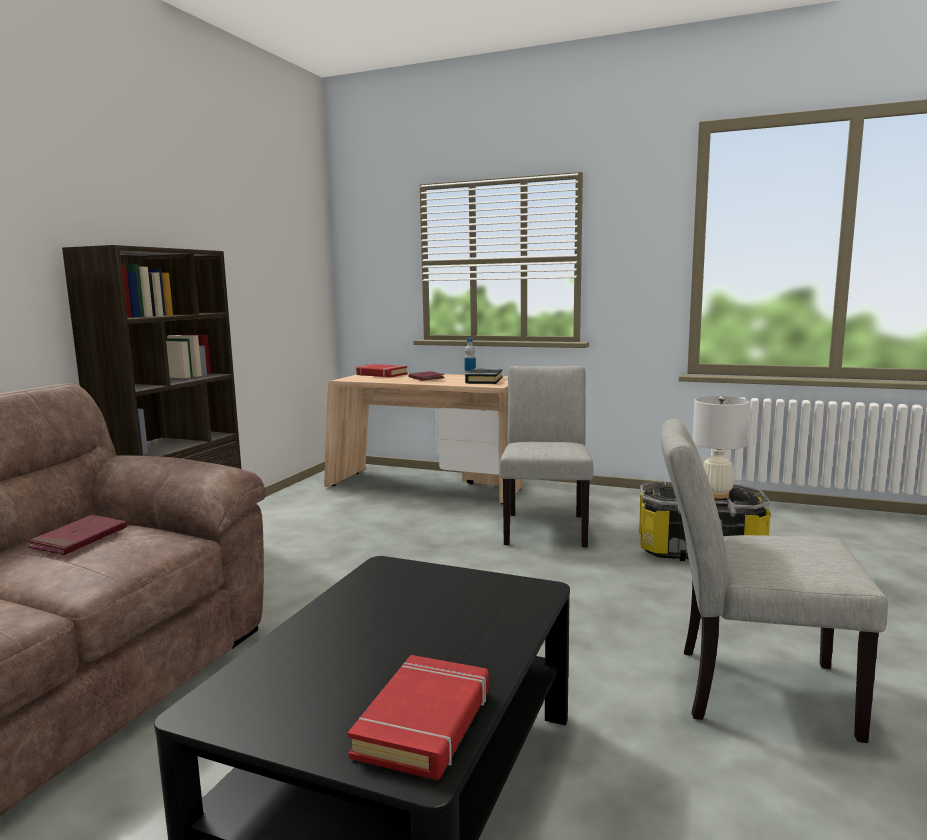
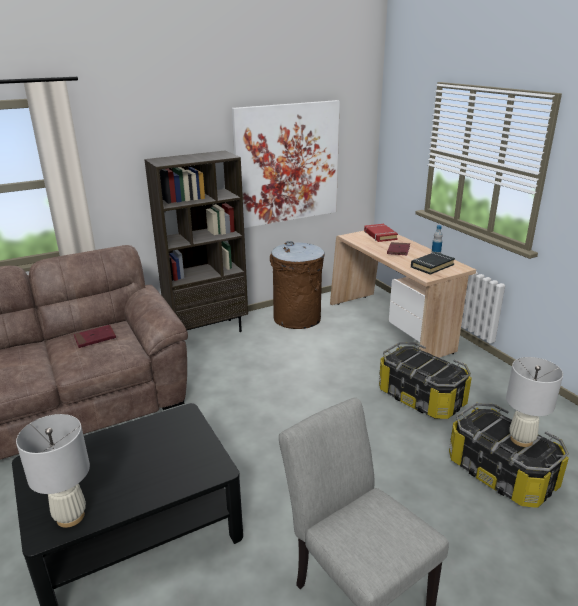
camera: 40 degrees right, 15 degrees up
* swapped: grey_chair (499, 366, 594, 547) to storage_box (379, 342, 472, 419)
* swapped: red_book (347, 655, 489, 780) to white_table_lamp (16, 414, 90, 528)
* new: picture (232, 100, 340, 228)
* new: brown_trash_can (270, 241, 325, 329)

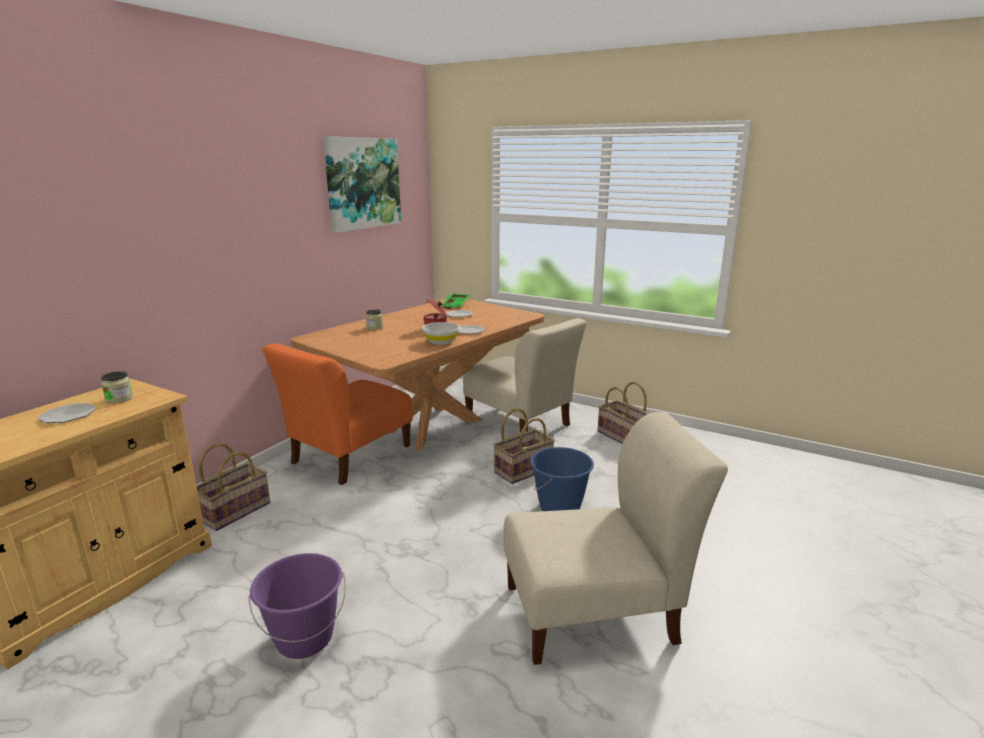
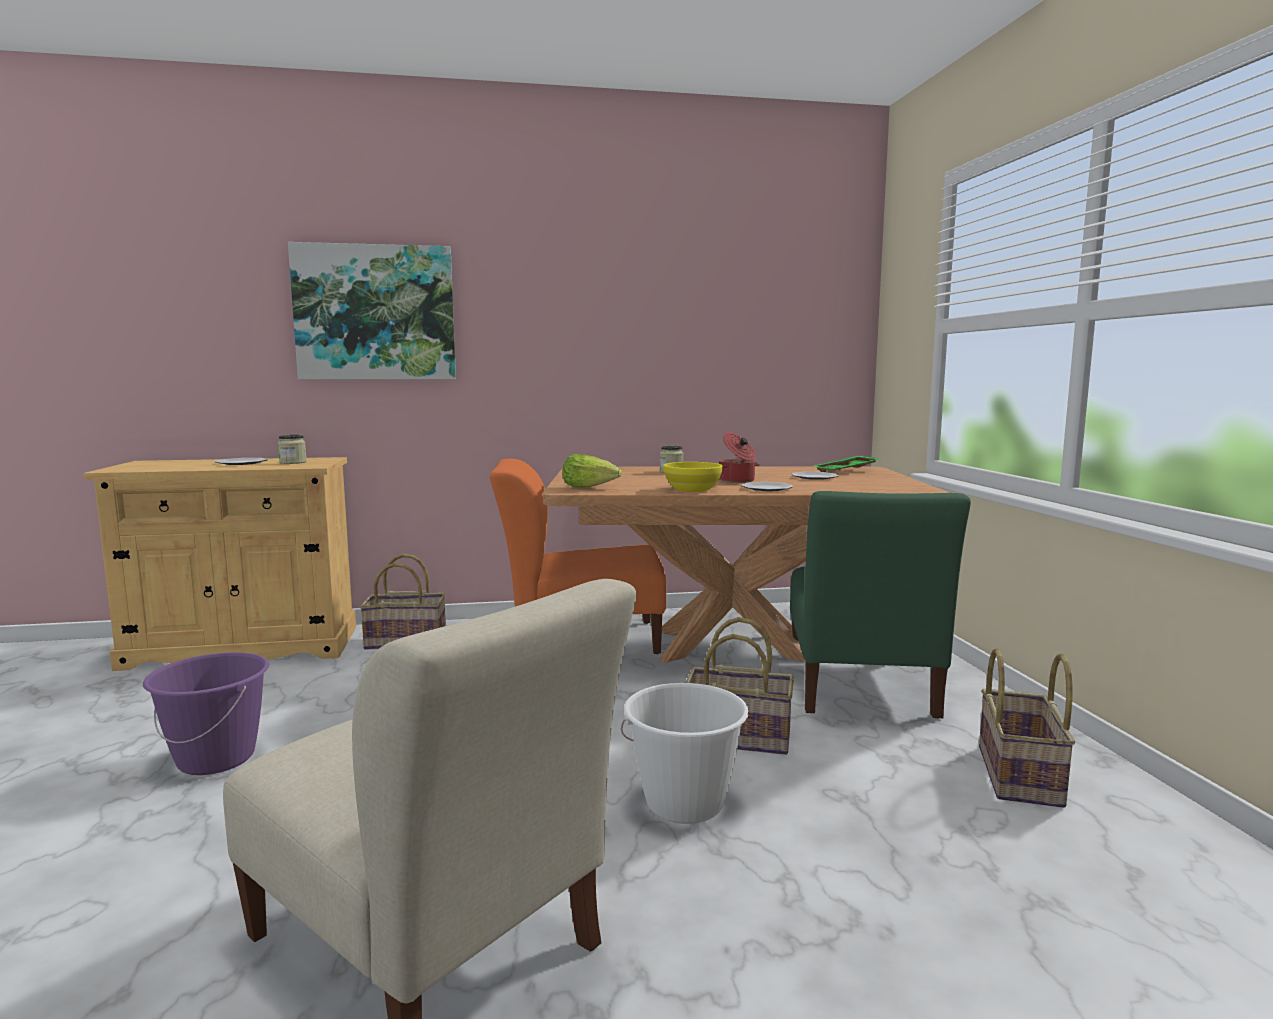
camera: 50 degrees right, 10 degrees down
* shifted: picture (323, 136, 401, 233) to (288, 242, 456, 379)
* repainted: beige_chair (463, 319, 587, 433) to green_chair (790, 491, 971, 719)
* repainted: white_bowl (422, 322, 459, 345) to yellow_bowl (663, 462, 723, 492)
* repainted: blue_bucket (530, 447, 594, 511) to white_bucket (621, 683, 749, 824)
* new: lettuce (562, 454, 622, 488)

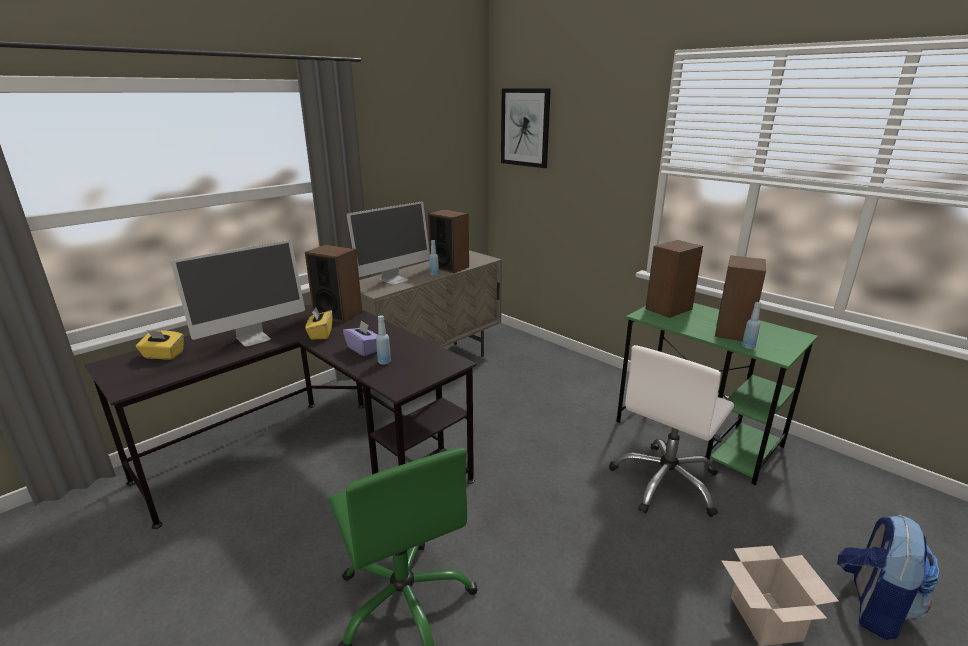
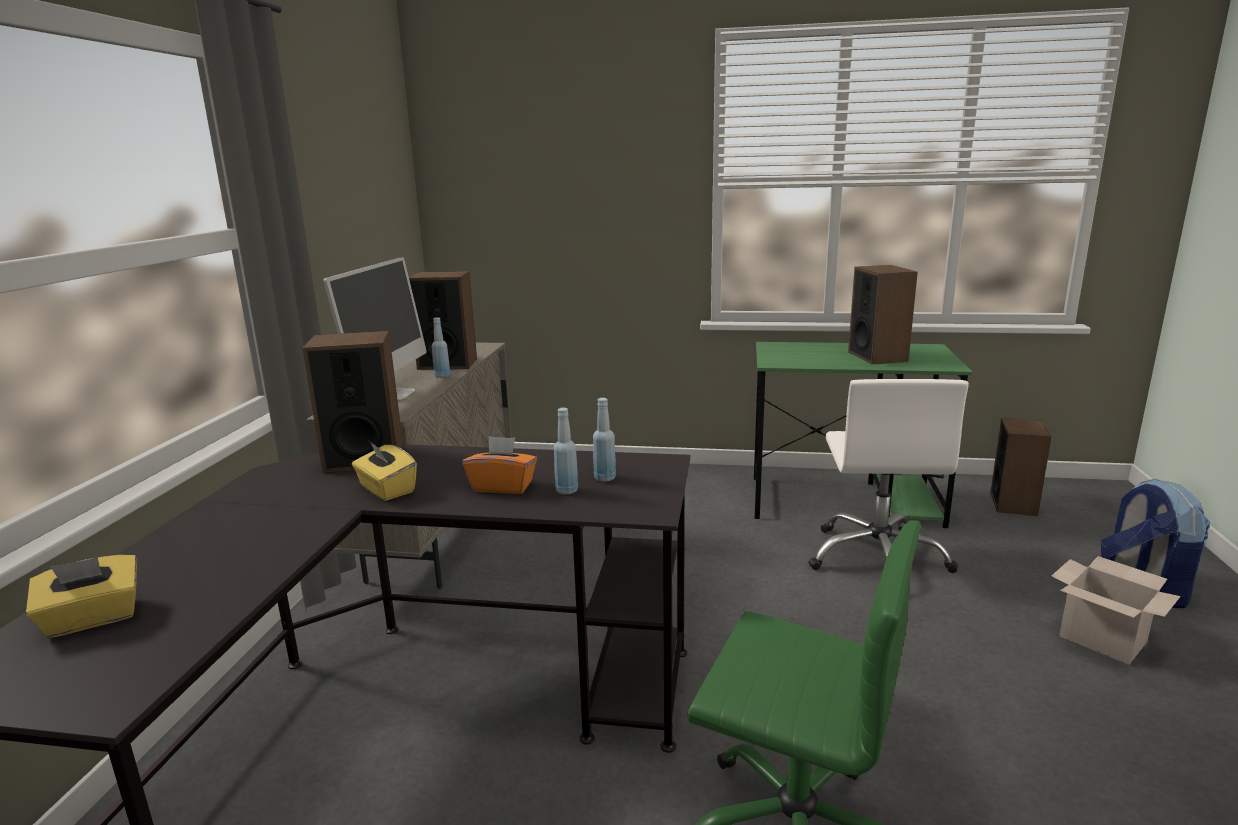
camera: 35 degrees left, 5 degrees down
* gone: picture (501, 88, 551, 168)
* gone: monitor (171, 240, 305, 347)
* shifted: speaker (646, 240, 703, 318) to (990, 418, 1051, 516)
* shifted: blue_bottle (742, 302, 761, 349) to (593, 398, 616, 482)
* repainted: purple_tissue_box (343, 321, 377, 356) to orange_tissue_box (463, 436, 537, 494)

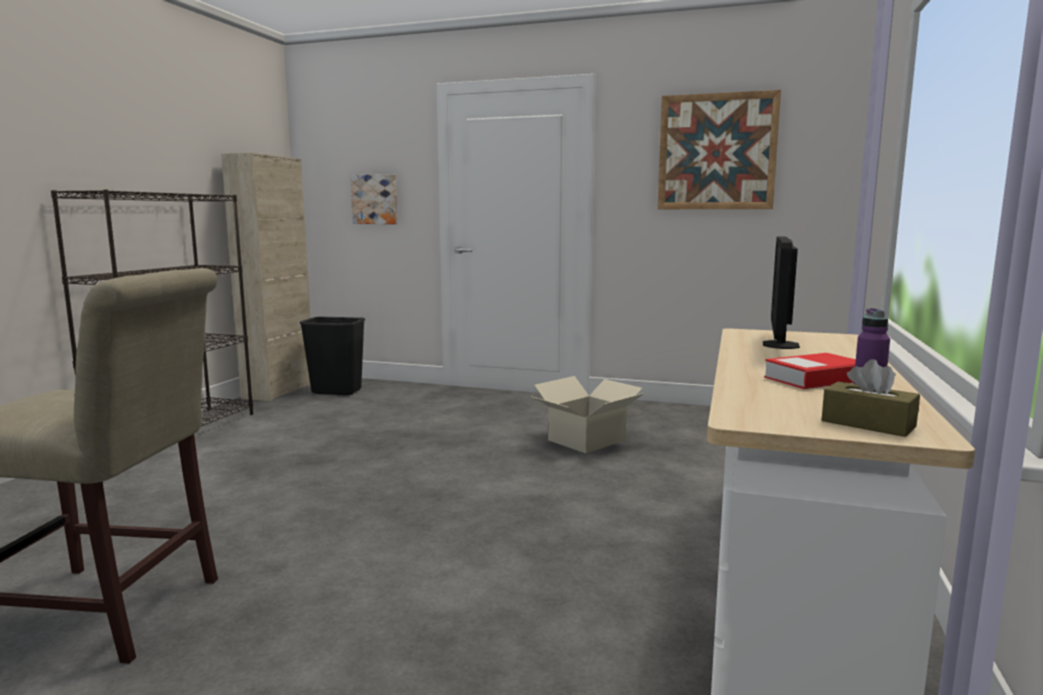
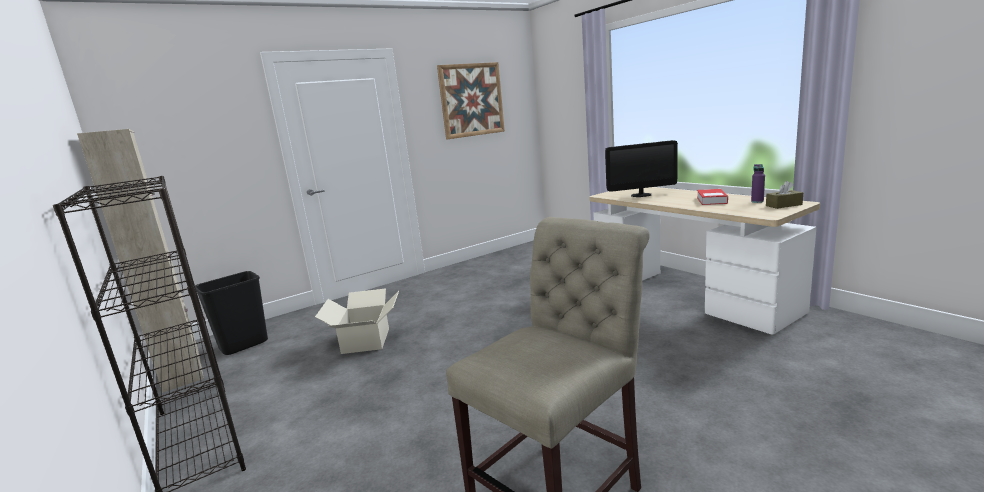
camera: 50 degrees left, 5 degrees up
* gone: picture (350, 174, 398, 224)
* rotated: monitor (763, 236, 800, 349) = (605, 140, 678, 197) 60 degrees counterclockwise
* shifted: cardboard_box (531, 376, 645, 453) to (315, 288, 399, 354)

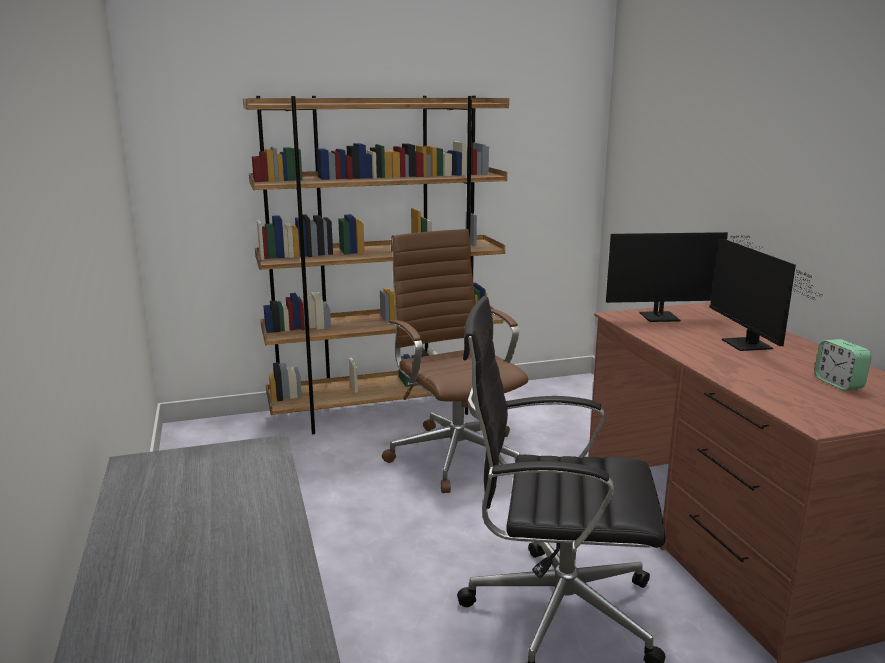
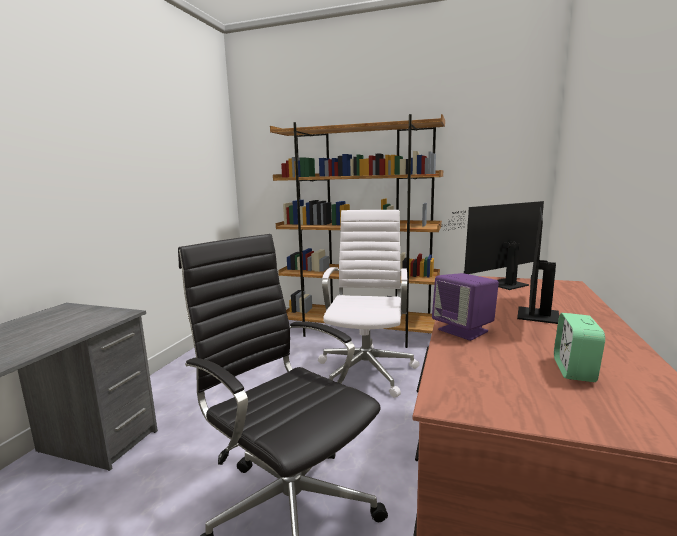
camera: 35 degrees right, 5 degrees down
* repainted: brown_office_chair (382, 229, 528, 493) to white_office_chair (318, 210, 420, 397)
* rotated: monitor (606, 232, 764, 322) = (444, 201, 544, 290) 120 degrees clockwise
* new: purple_speaker (432, 273, 499, 341)

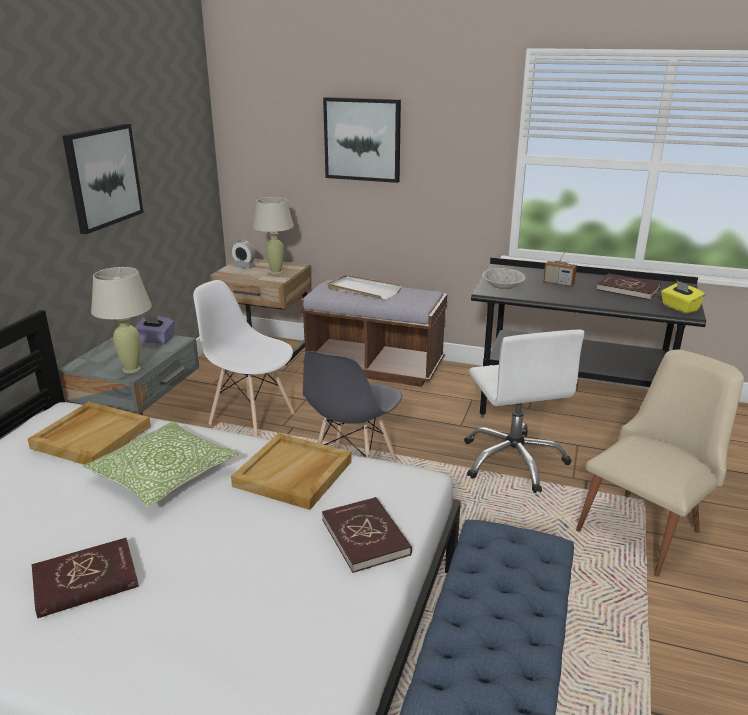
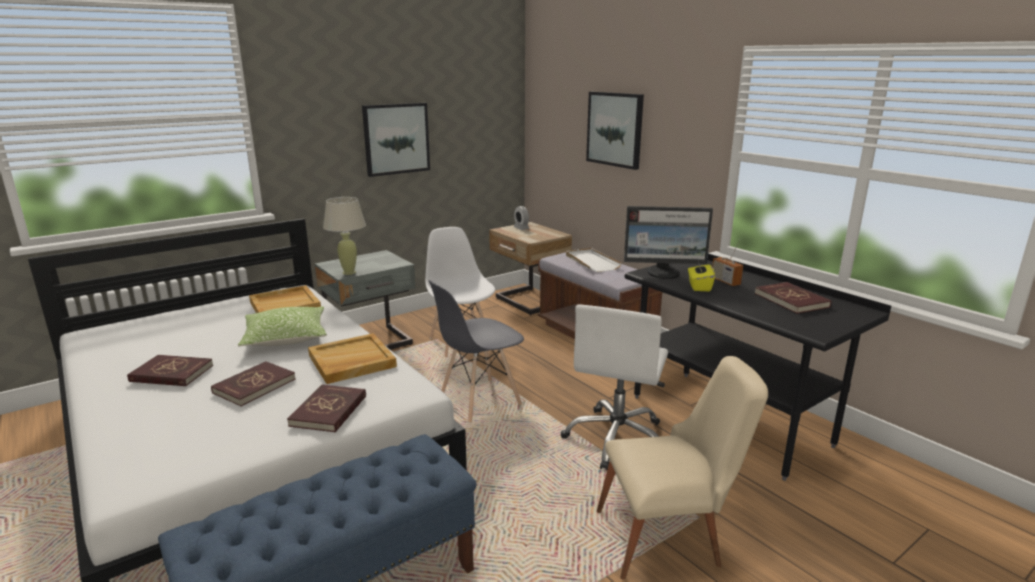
camera: 35 degrees right, 5 degrees down
* gone: beige_table_lamp (253, 197, 294, 274)
* swapped: beige_bowl (482, 268, 525, 291) to monitor (624, 206, 713, 279)
* shifted: yellow_tissue_box (661, 280, 705, 313) to (688, 260, 715, 292)
* gone: purple_tissue_box (135, 315, 175, 344)
* new: red_book (211, 361, 296, 406)

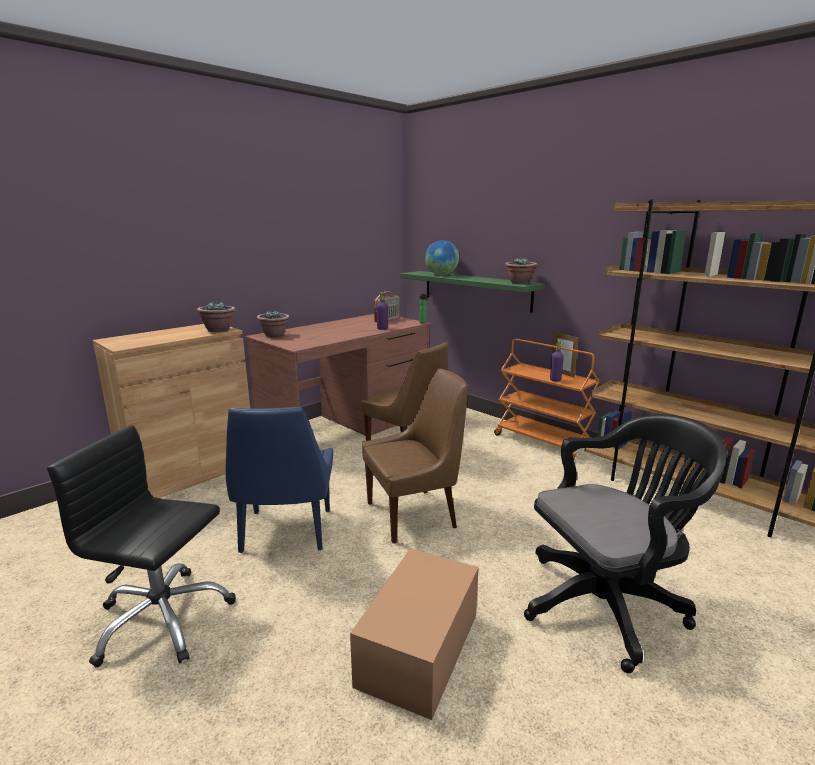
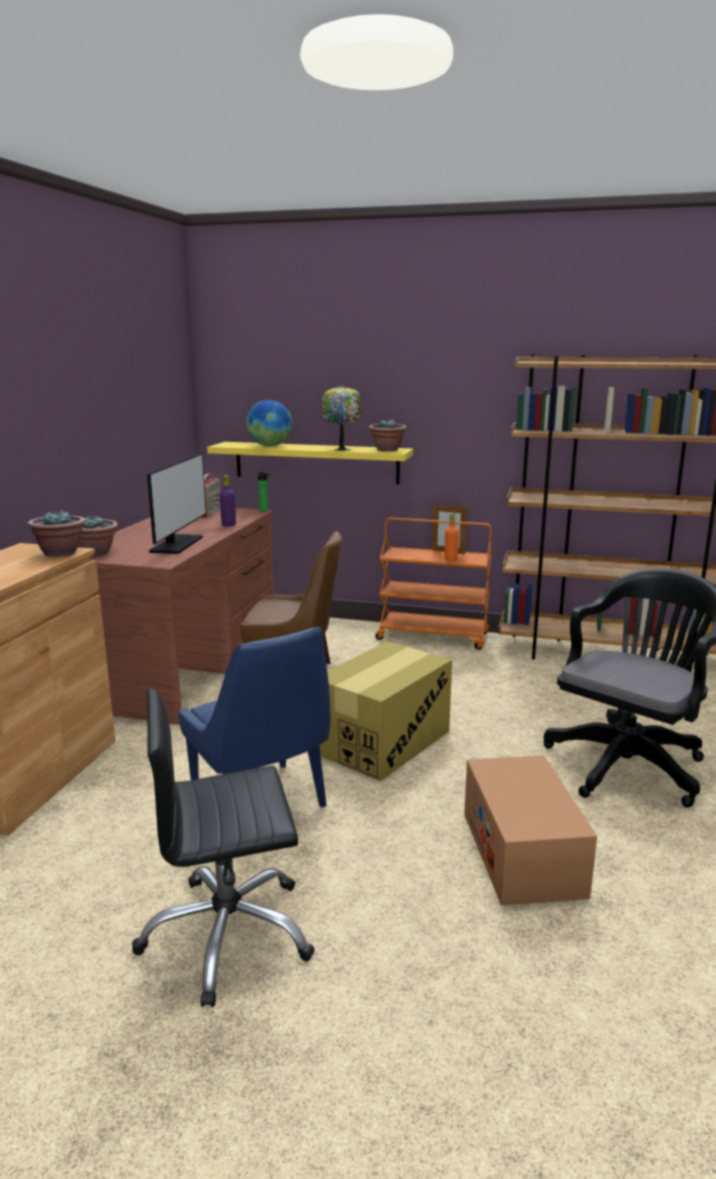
camera: 30 degrees left, 0 degrees up
* repainted: green_shelf (400, 271, 545, 313) to yellow_shelf (207, 442, 413, 484)
* repainted: purple_bottle (550, 341, 564, 382) to orange_bottle (444, 514, 459, 561)
* swapped: brown_chair (362, 369, 468, 543) to cardboard_box (319, 641, 452, 781)
* new: table_lamp (323, 386, 361, 451)
* new: monitor (147, 453, 206, 554)

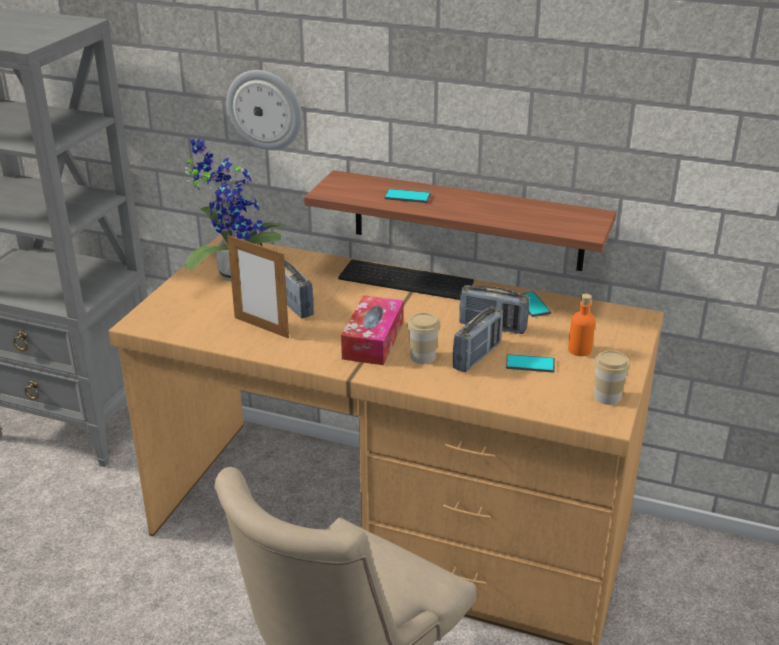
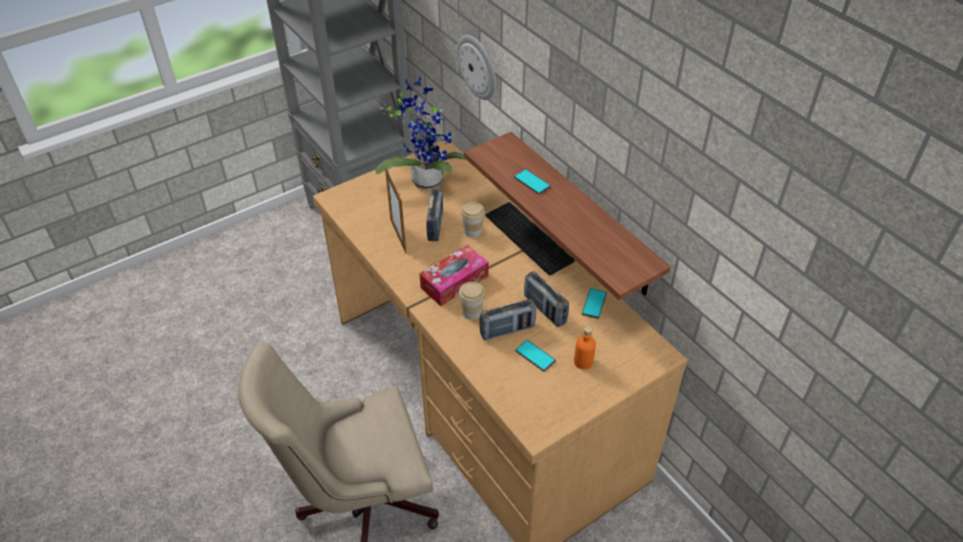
camera: 35 degrees right, 15 degrees up
* shifted: cup (594, 350, 630, 405) to (461, 202, 485, 238)

